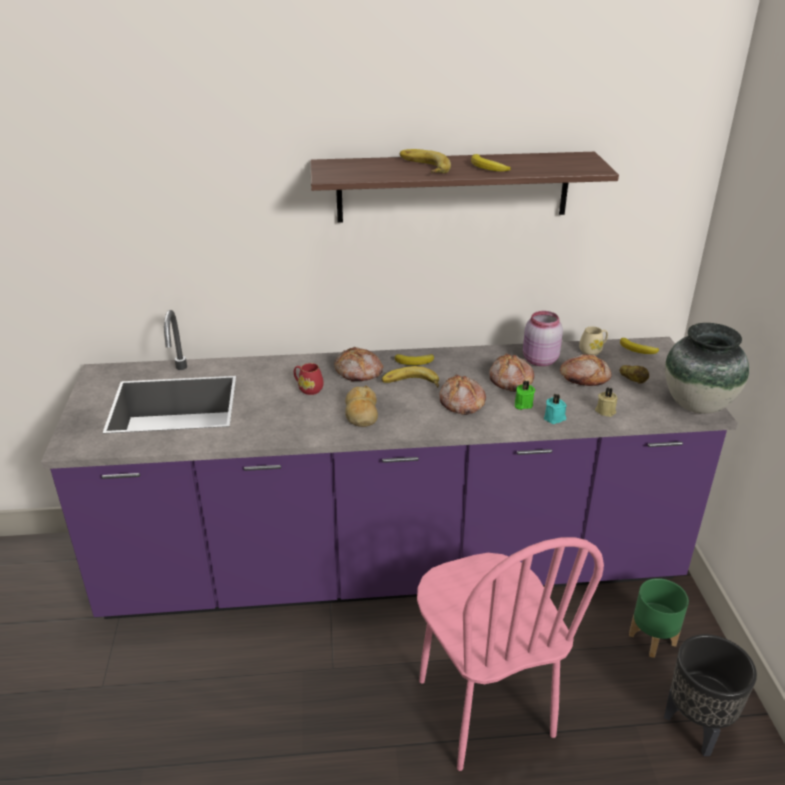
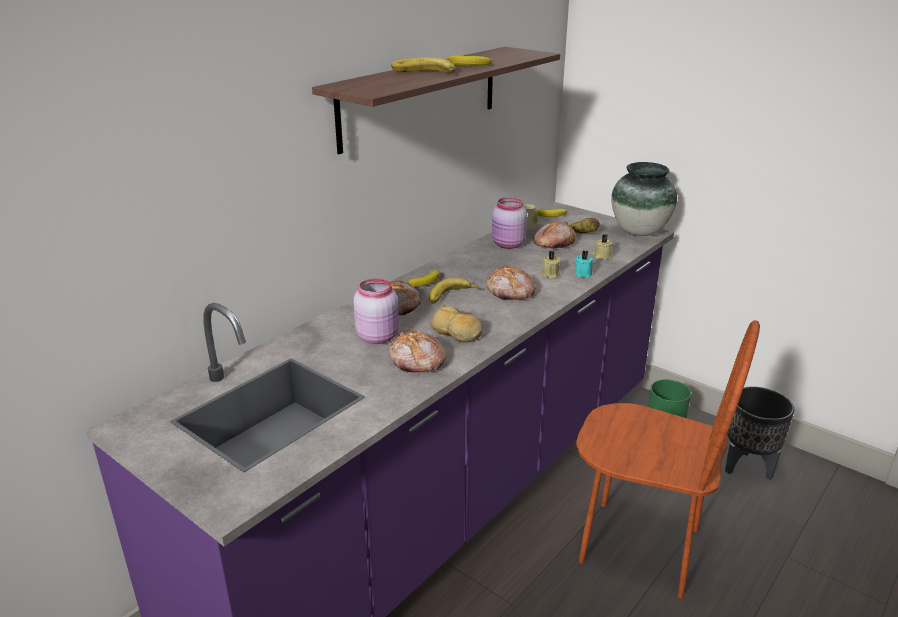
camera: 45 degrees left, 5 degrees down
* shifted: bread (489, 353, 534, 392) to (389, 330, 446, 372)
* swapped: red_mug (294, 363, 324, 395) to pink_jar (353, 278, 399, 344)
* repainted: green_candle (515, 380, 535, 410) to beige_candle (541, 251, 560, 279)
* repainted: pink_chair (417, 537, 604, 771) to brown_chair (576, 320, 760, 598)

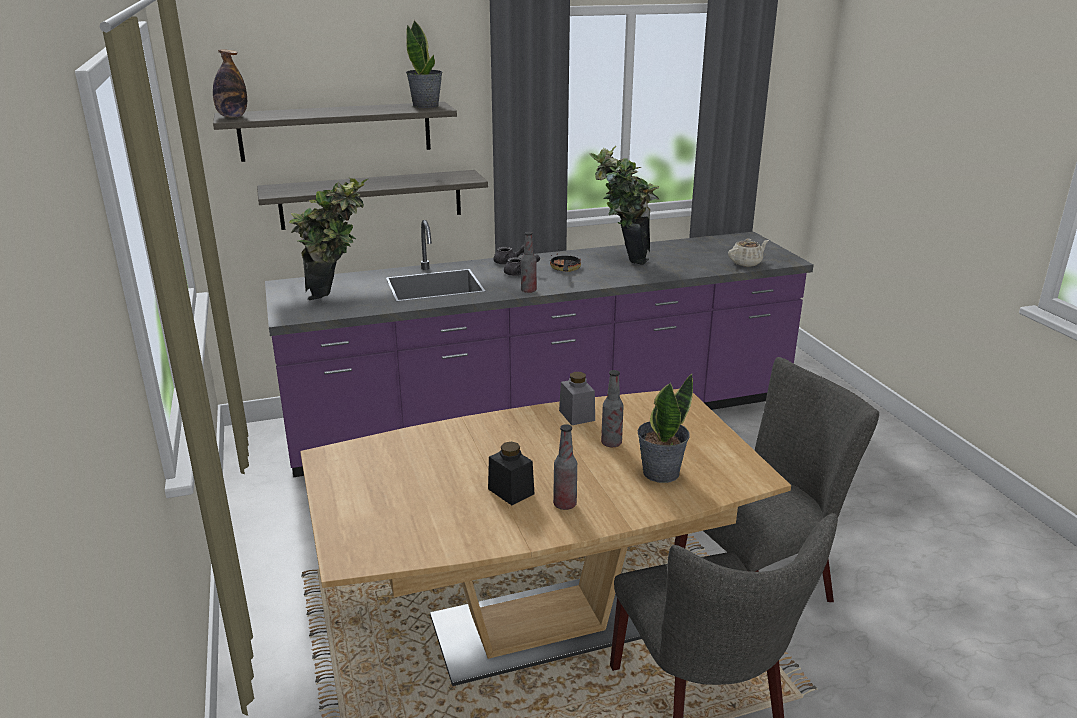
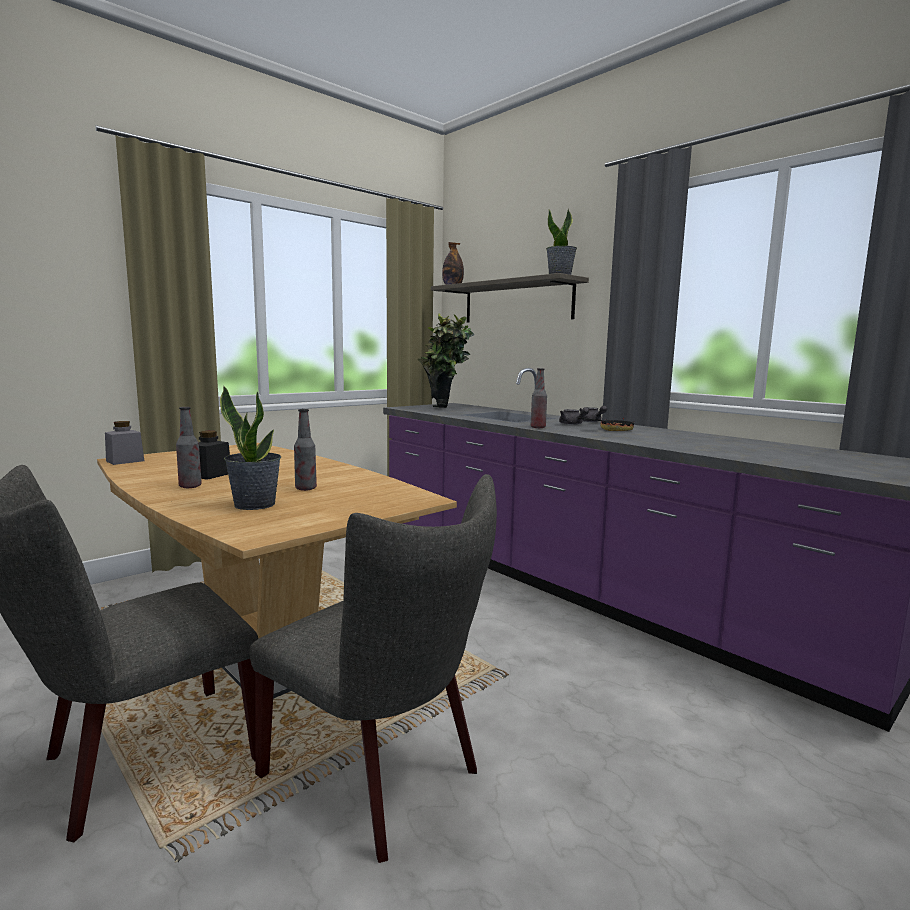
camera: 65 degrees right, 15 degrees down
* gone: potted_plant (589, 146, 660, 265)
* gone: shelf (257, 170, 488, 230)
* gone: beige_teapot (728, 238, 769, 267)
* shifted: grey_jar (559, 372, 595, 425) to (105, 421, 144, 465)

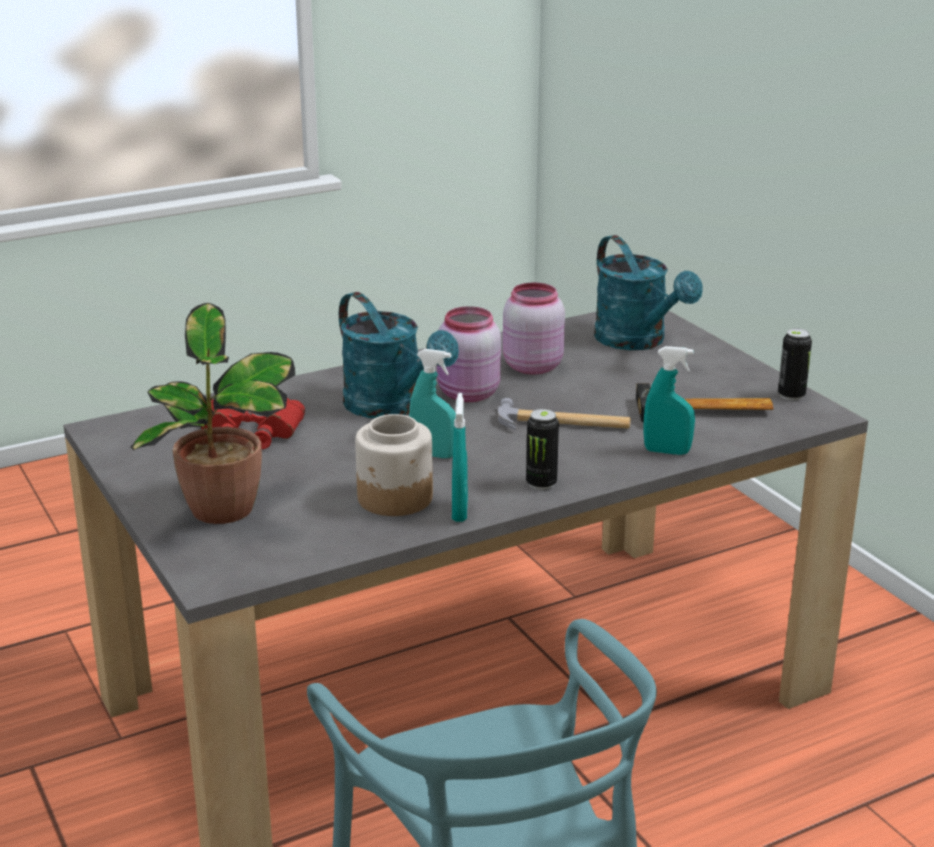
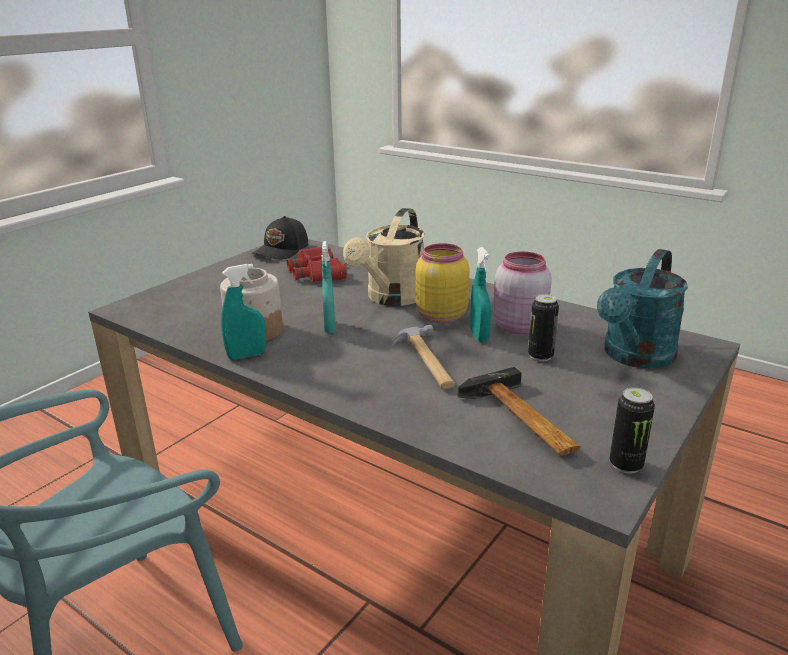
camera: 65 degrees right, 0 degrees up
* repainted: turquoise_watering_can (339, 292, 459, 418) to beige_watering_can (343, 208, 424, 306)
* gone: potted_plant (130, 303, 295, 524)
* repainted: pink_jar (437, 306, 501, 402) to yellow_jar (415, 243, 469, 323)
* shifted: turquoise_spray_bottle (643, 346, 695, 455) to (470, 247, 491, 342)
* shifted: can (526, 409, 559, 490) to (528, 294, 559, 361)
* new: black_cap (251, 216, 308, 260)

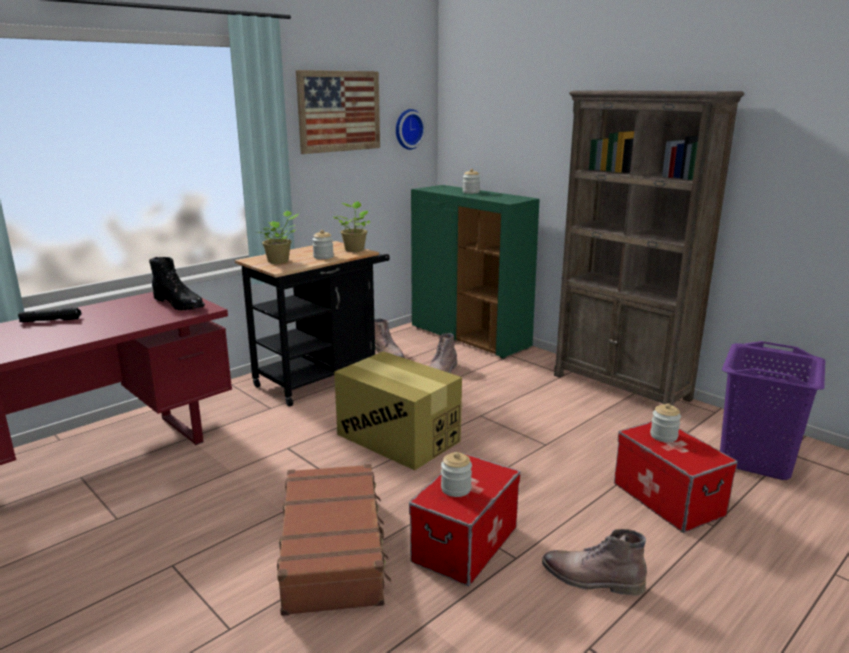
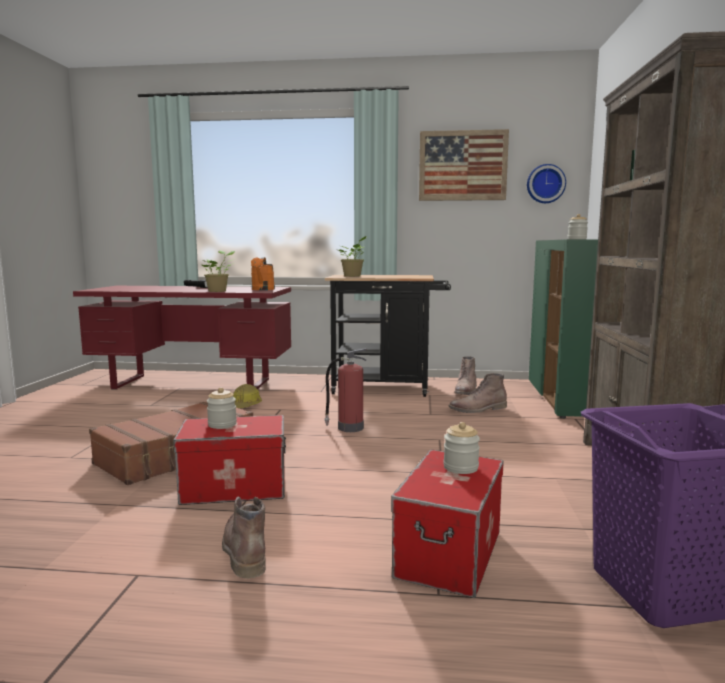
camera: 50 degrees right, 10 degrees down
* shifted: potted_plant (333, 201, 370, 252) to (202, 250, 235, 292)
* gone: jar (312, 230, 334, 259)
* swapped: black_boot (149, 257, 205, 311) to orange_watering_can (251, 257, 275, 290)
* swapped: cardboard_box (334, 351, 462, 470) to fire_extinguisher (324, 348, 367, 432)
* new: hard_hat (233, 384, 262, 408)

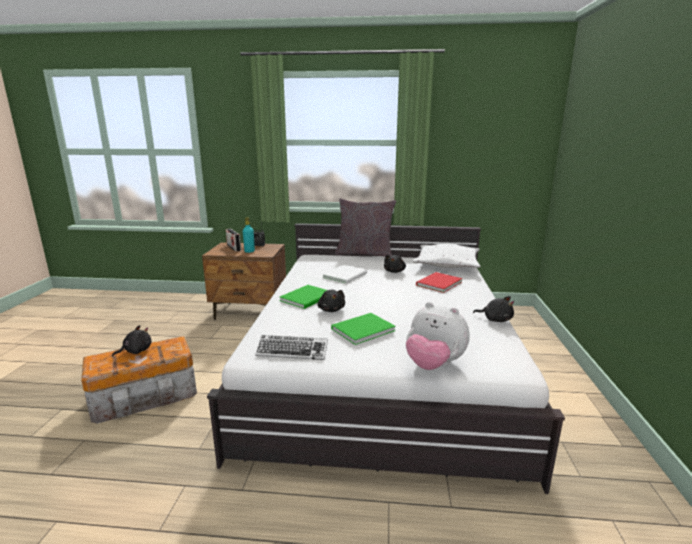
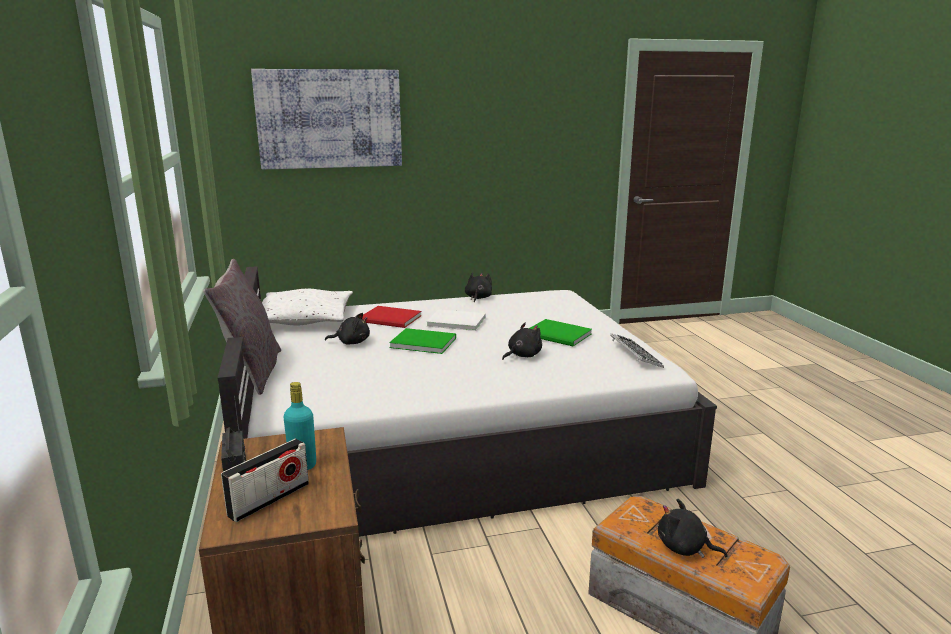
camera: 110 degrees left, 0 degrees up
* shifted: white_book (322, 265, 367, 284) to (426, 309, 486, 331)
* shifted: green_book (280, 285, 327, 309) to (389, 328, 456, 354)
* gone: plush_toy (406, 302, 470, 370)
* new: picture (251, 69, 402, 169)

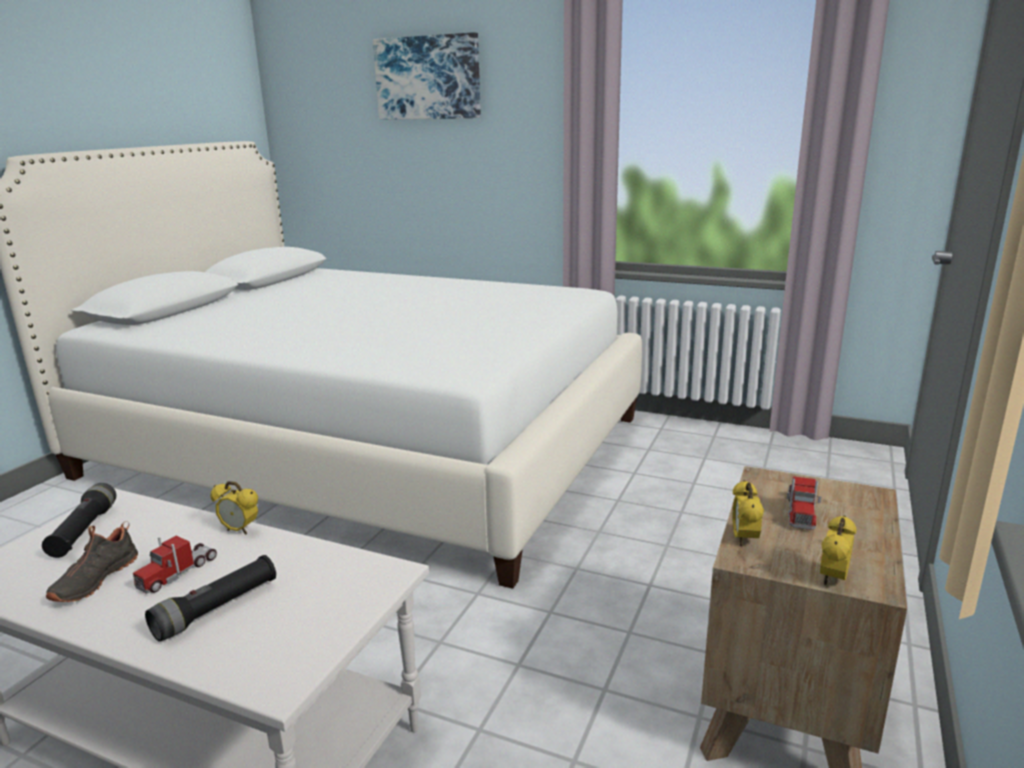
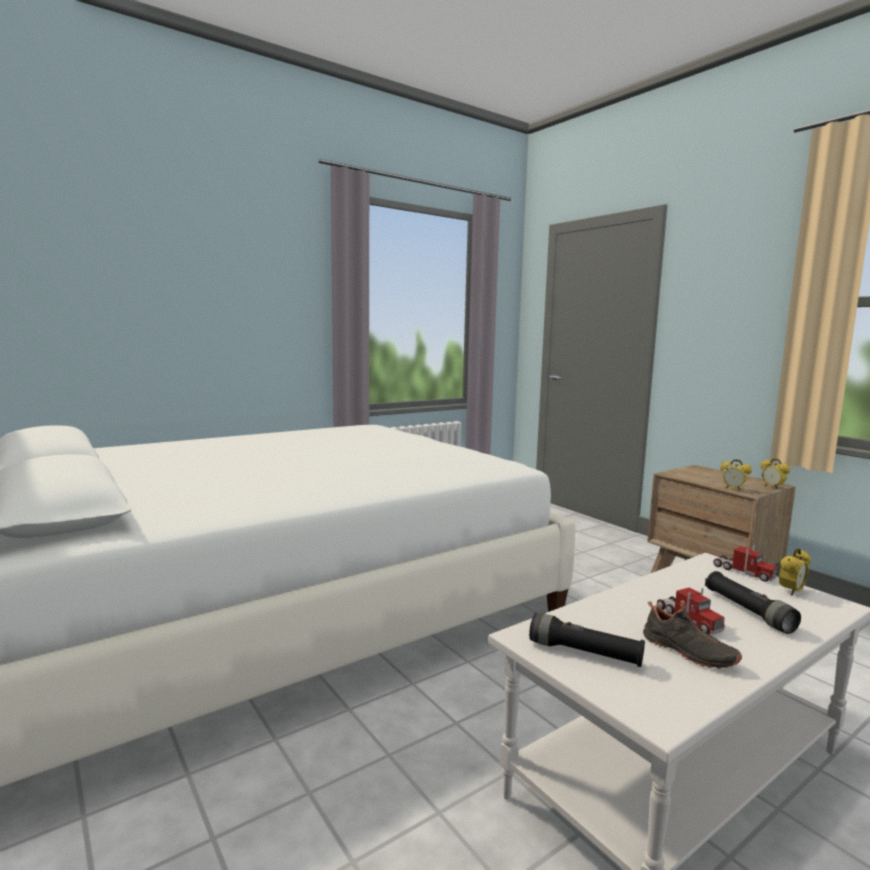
camera: 60 degrees left, 10 degrees down
* gone: picture (373, 32, 481, 120)
* shifted: toy_truck (787, 476, 821, 530) to (713, 545, 777, 582)
* shifted: alarm_clock (210, 481, 258, 535) to (779, 548, 811, 596)

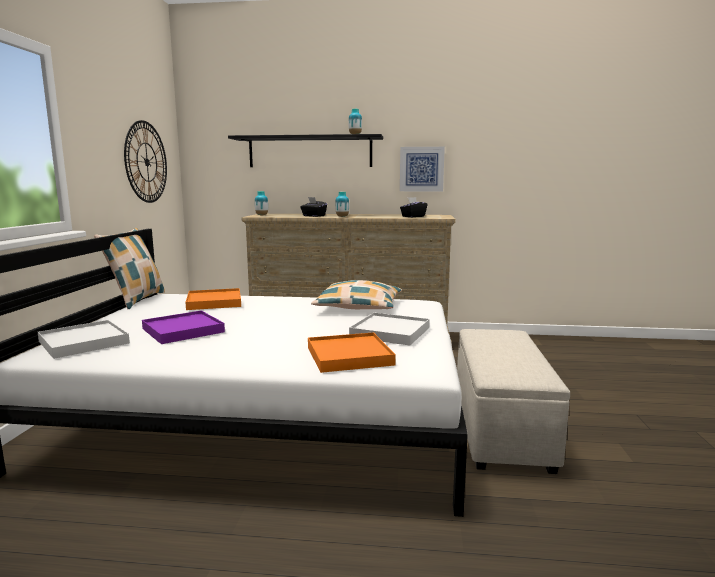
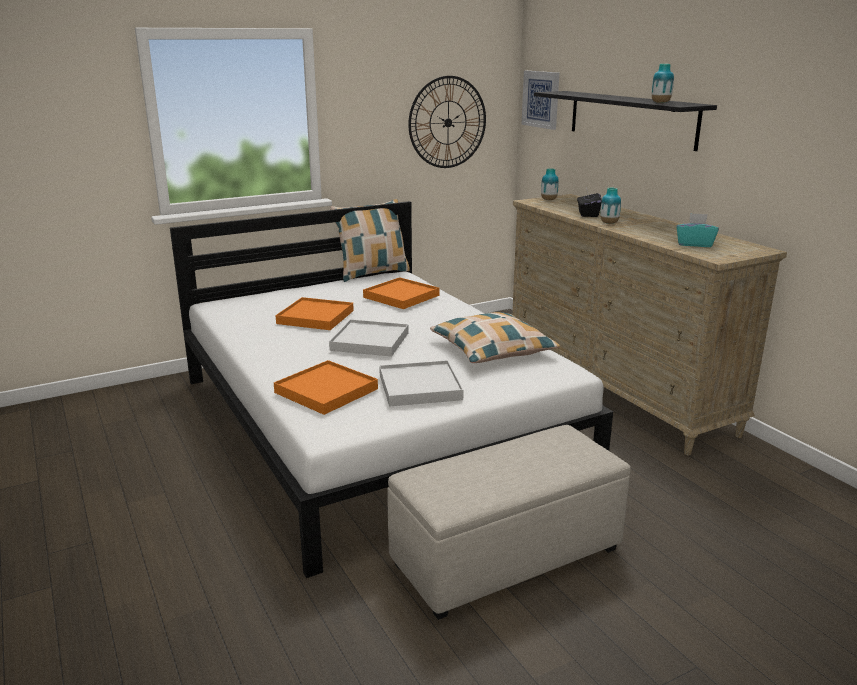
camera: 55 degrees right, 10 degrees up
* shifted: picture (400, 147, 445, 191) to (521, 71, 559, 130)
* repainted: black_tissue_box (400, 197, 427, 217) to turquoise_tissue_box (676, 213, 719, 247)
* repainted: purple_tray (142, 310, 225, 344) to orange_tray (275, 297, 354, 330)
* shifted: white_tray (38, 320, 130, 359) to (329, 319, 409, 357)

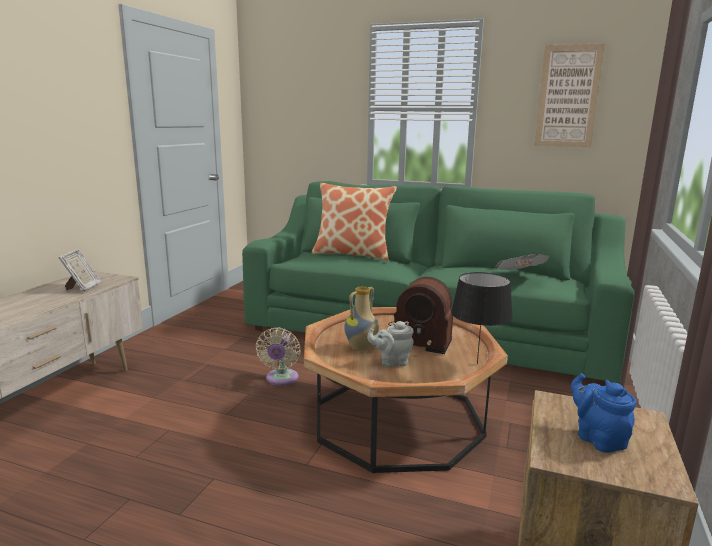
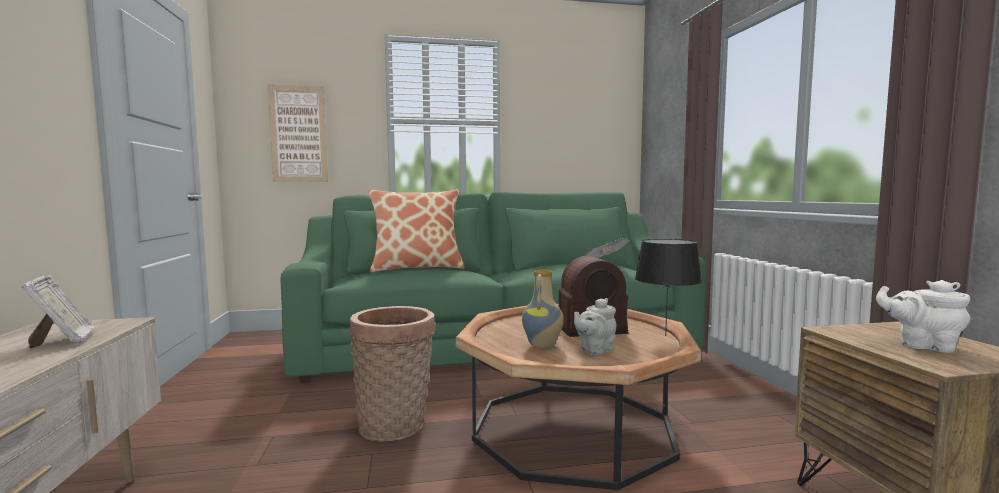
camera: 30 degrees left, 10 degrees down
* shifted: picture (534, 43, 605, 148) to (268, 84, 328, 182)
* swapped: beige_fan (255, 328, 301, 386) to basket (350, 306, 435, 442)
* repainted: blue_teapot (571, 373, 636, 453) to white_teapot (876, 280, 970, 353)

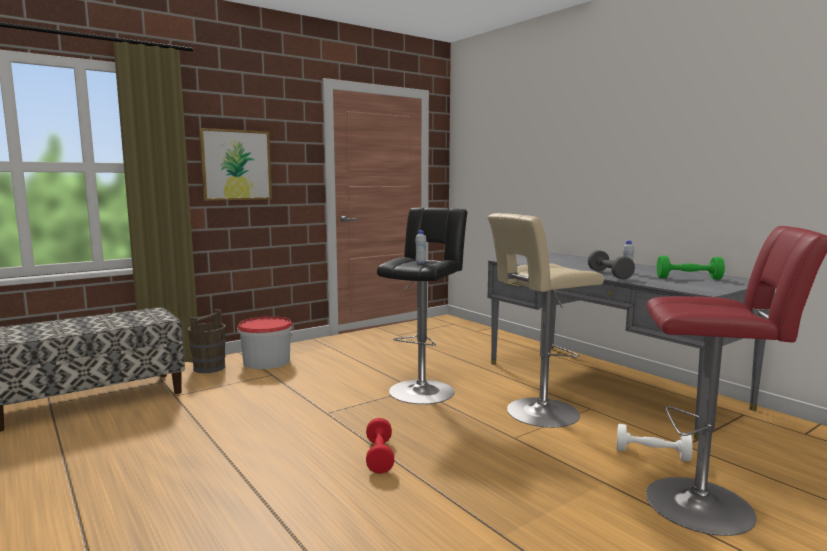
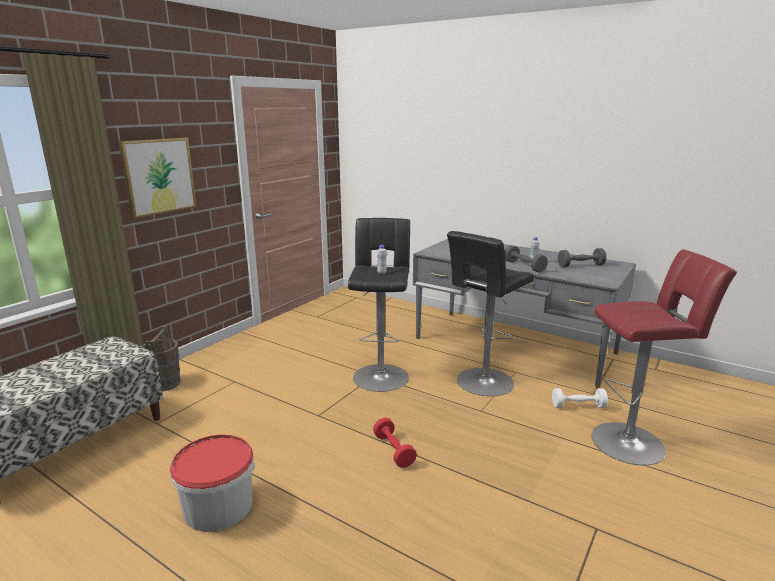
camera: 20 degrees left, 10 degrees up
* repainted: beige_stool (487, 213, 604, 428) to black_stool (447, 231, 534, 396)
* repainted: green_dumbbell (657, 256, 725, 279) to grey_dumbbell (558, 248, 607, 267)
* shifted: bucket (237, 316, 293, 369) to (170, 435, 255, 532)

